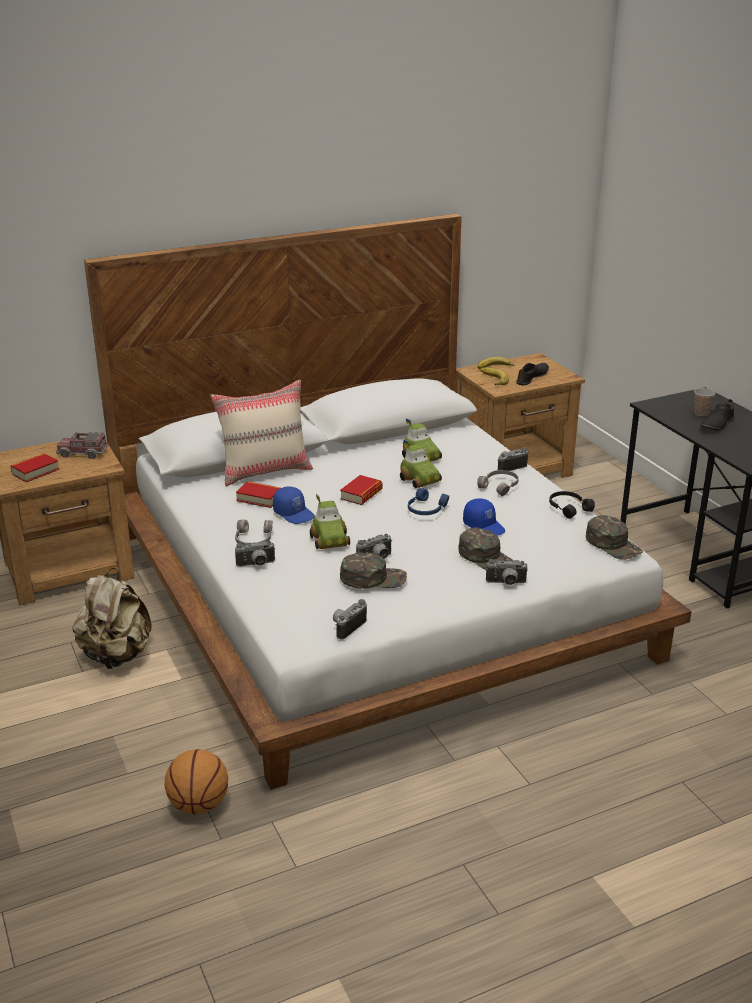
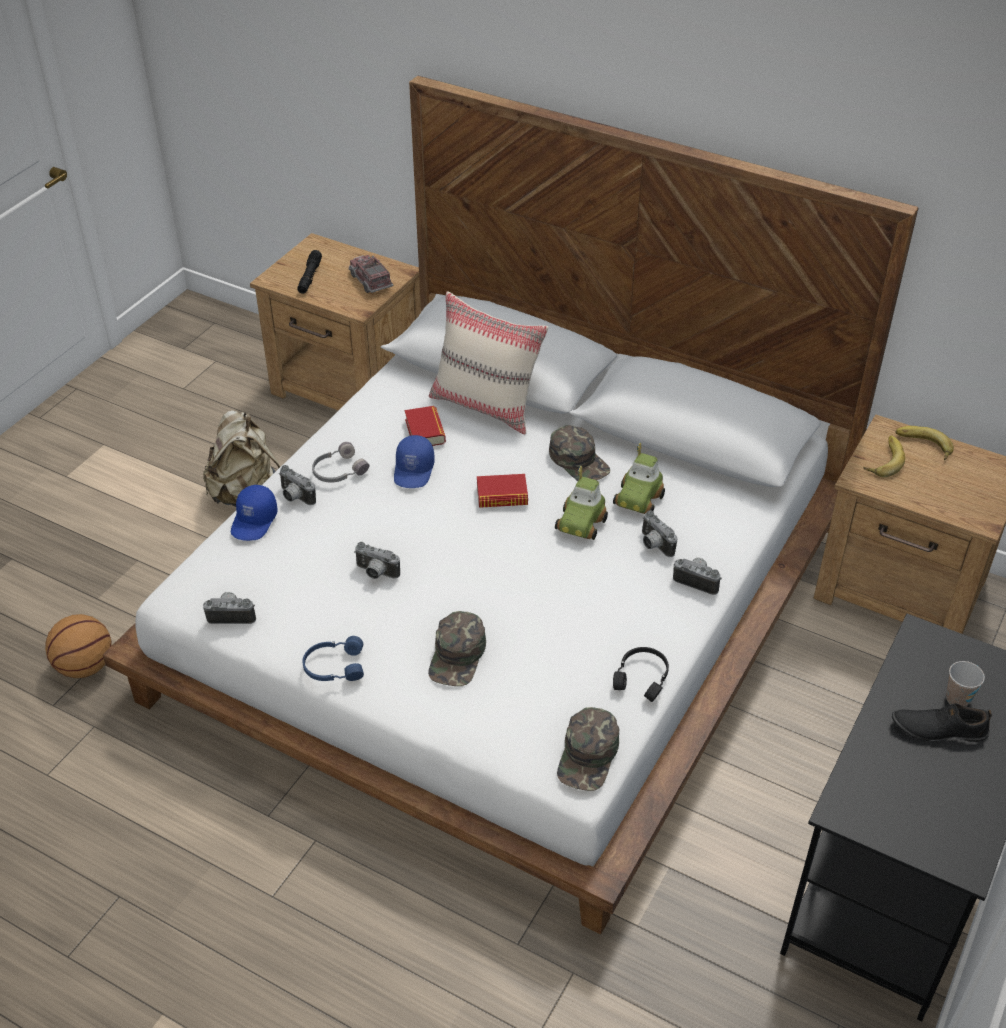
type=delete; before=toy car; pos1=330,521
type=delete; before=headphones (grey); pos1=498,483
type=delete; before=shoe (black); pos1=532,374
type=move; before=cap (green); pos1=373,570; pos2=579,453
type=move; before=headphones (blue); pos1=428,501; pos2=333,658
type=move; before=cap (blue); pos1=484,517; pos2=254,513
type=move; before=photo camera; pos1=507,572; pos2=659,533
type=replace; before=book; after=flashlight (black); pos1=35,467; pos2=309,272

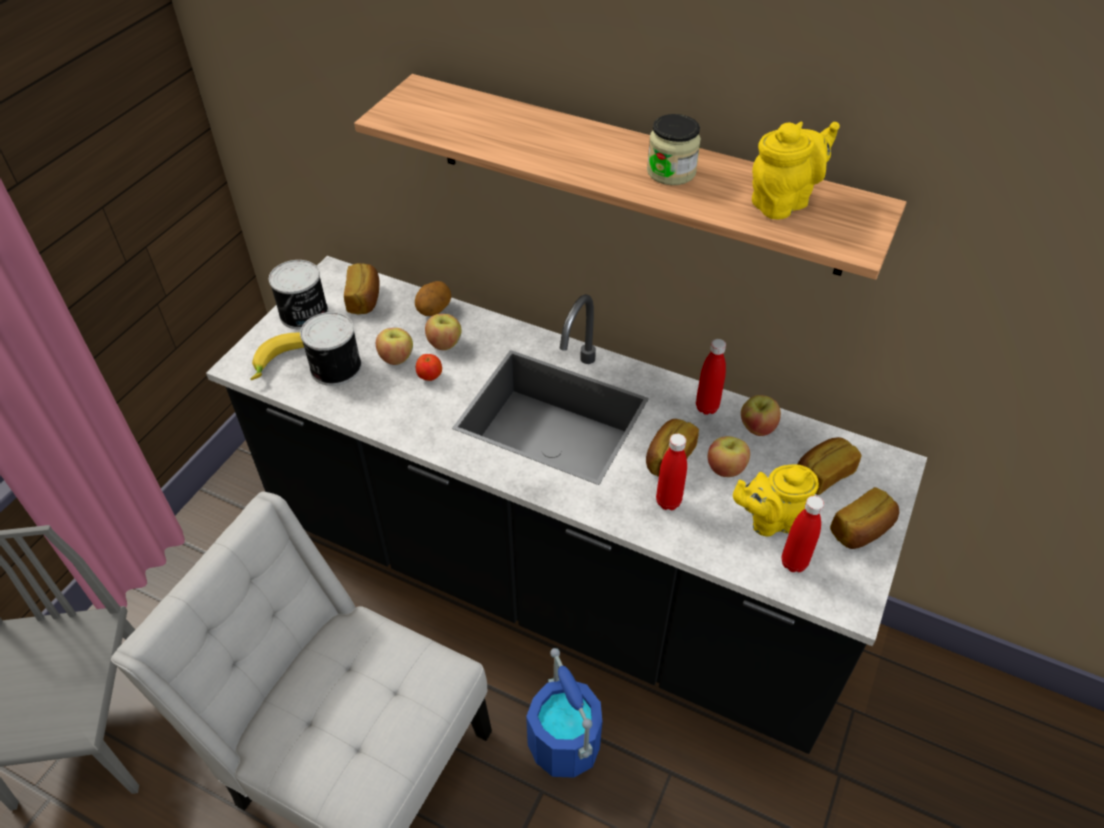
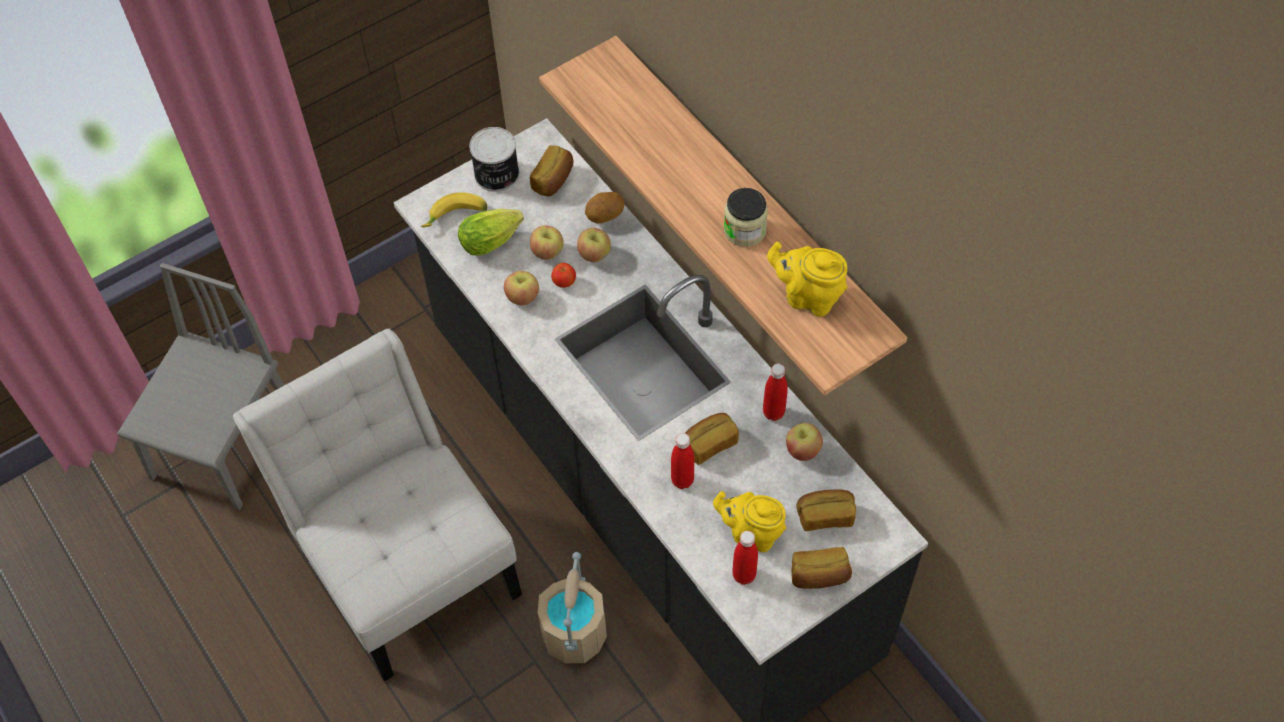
type=move; before=apple; pos1=729,456; pos2=521,288
type=replace; before=can; after=lettuce; pos1=331,349; pos2=491,232
type=recolor; before=bucket (blue); after=bucket (beige); pos1=564,712; pos2=572,608
type=rotate; before=teapot (yellow); pos1=796,170; pos2=807,279; turn=-150

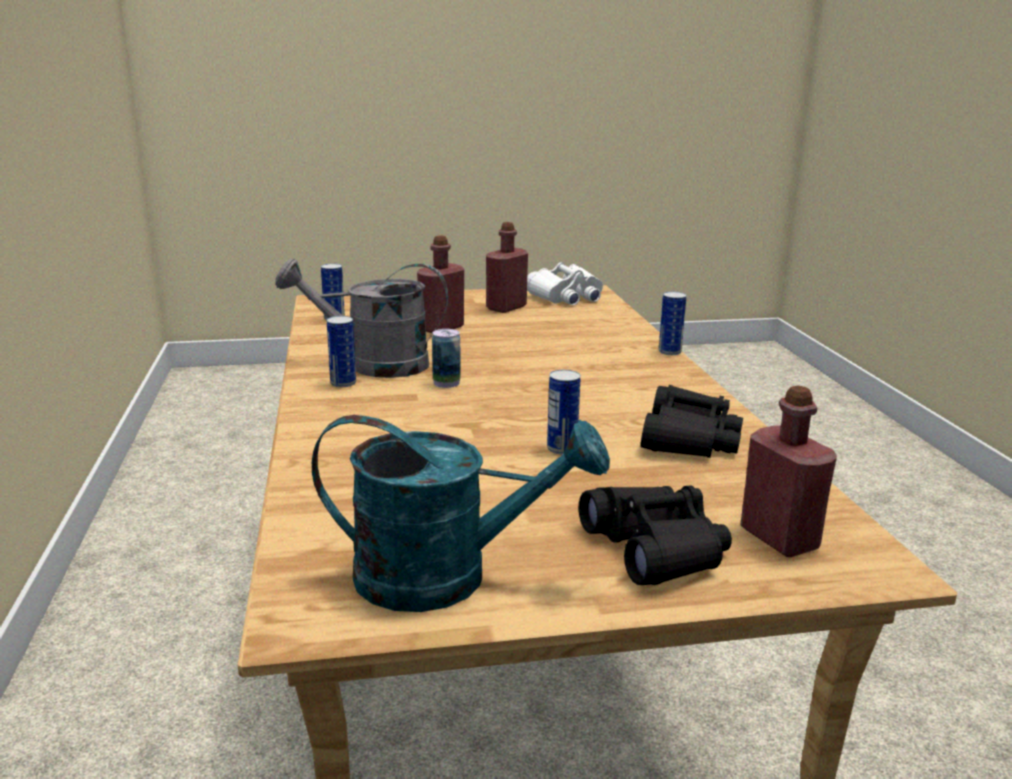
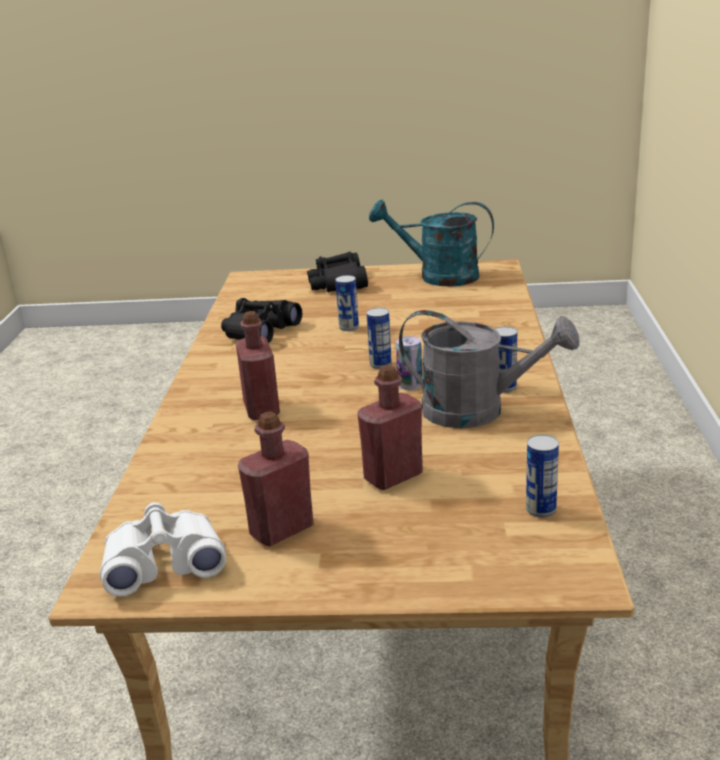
type=move; before=can; pos1=673,323; pos2=379,338
type=move; before=bottle (red); pos1=788,471; pos2=258,365

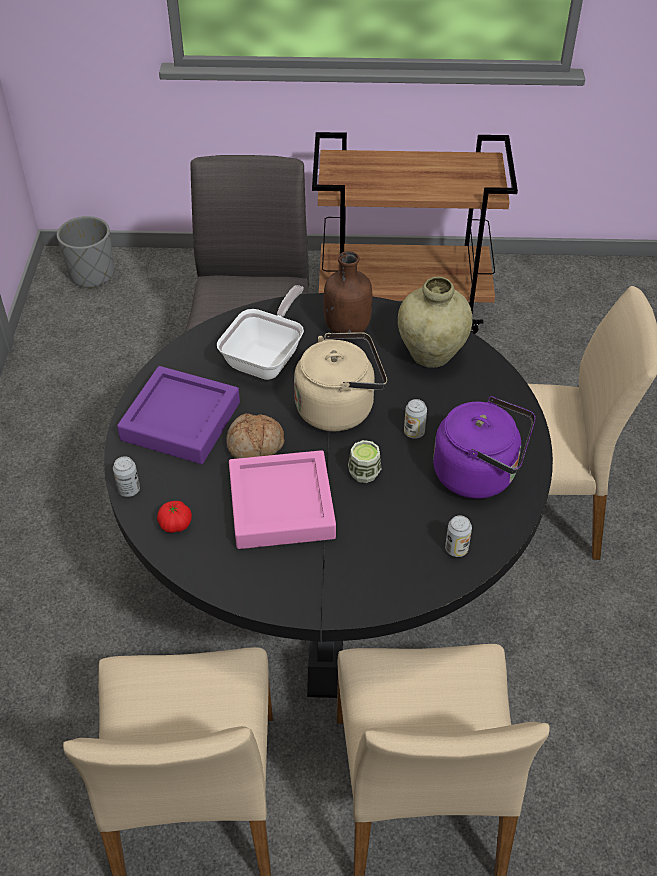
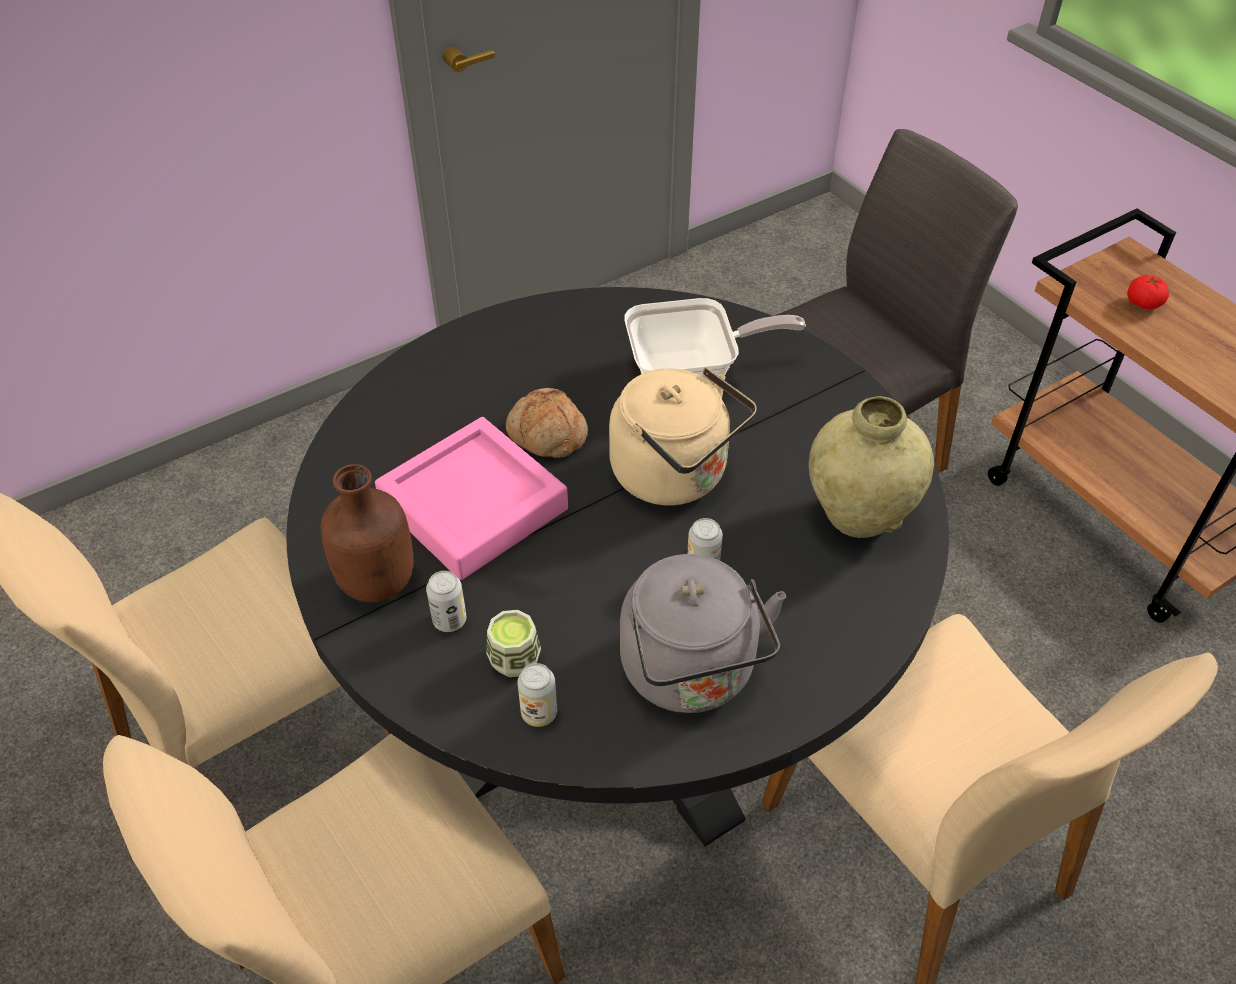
type=delete; before=planter (grey); pos1=85,252
type=delete; before=tray (purple); pos1=178,415
type=move; before=can; pos1=126,476; pos2=446,601
type=move; before=tomato; pos1=174,517; pos2=1148,292
type=move; before=bottle (brown); pos1=348,292; pos2=367,533
type=move; before=cup; pos1=364,461; pos2=513,643
type=recolor; before=kettle (purple); after=kettle (grey); pos1=484,447; pos2=703,633

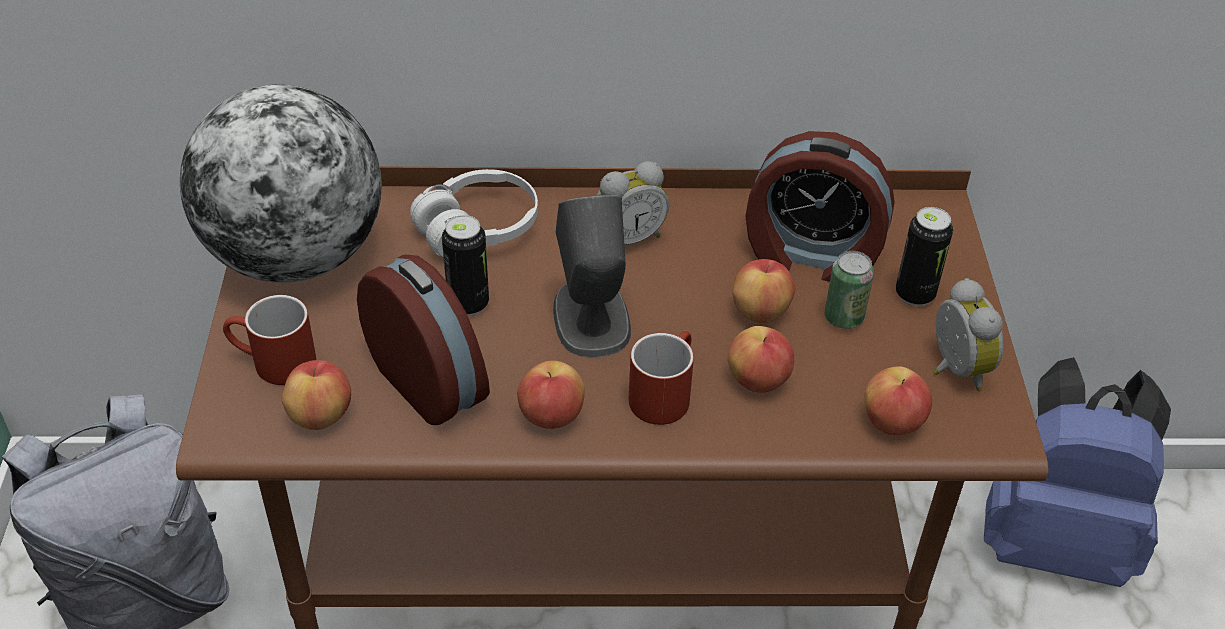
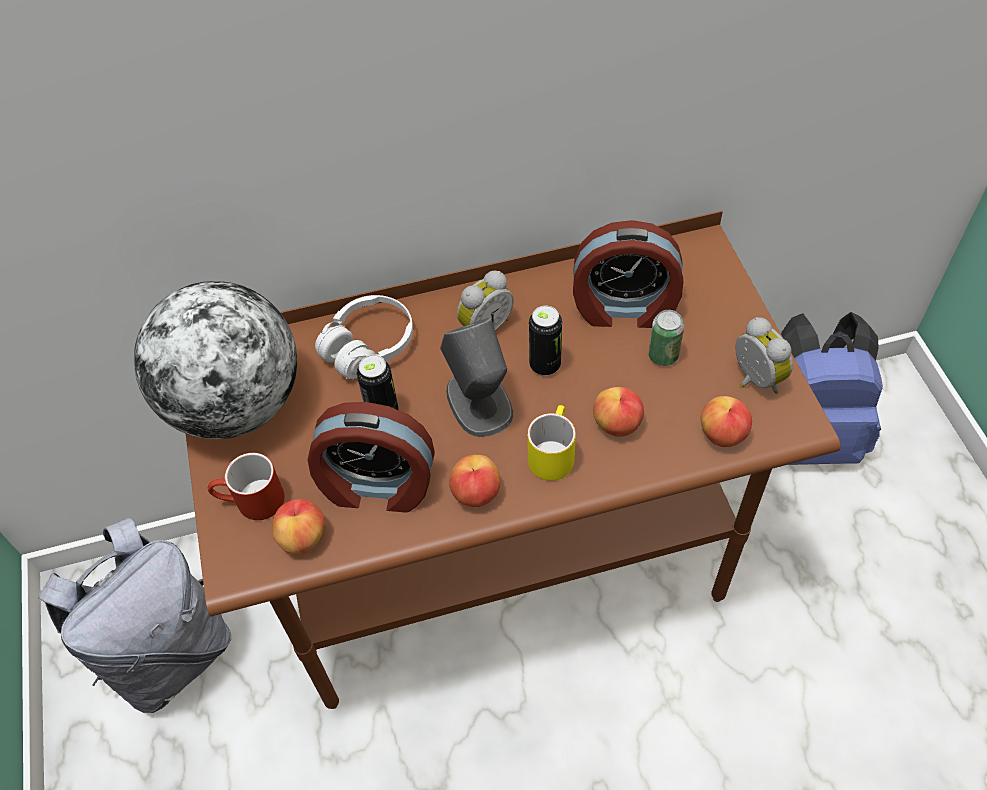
type=delete; before=apple; pos1=764,291
type=move; before=can; pos1=924,256; pos2=545,340
type=recolor; before=mug (red); after=mug (yellow); pos1=661,378; pos2=551,443
type=rotate; before=alarm clock; pos1=423,340; pos2=371,457; turn=150

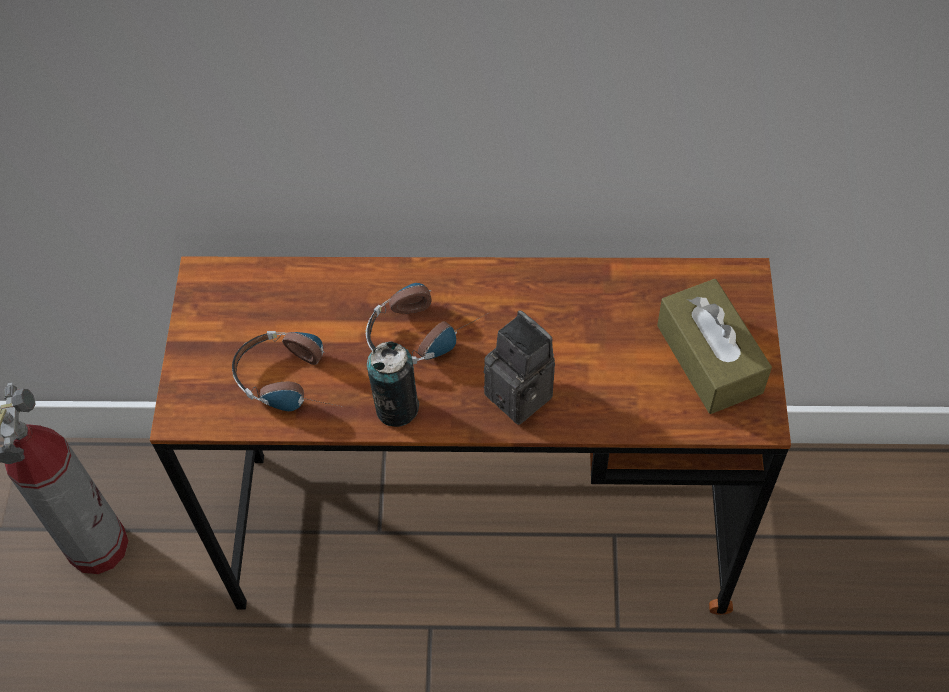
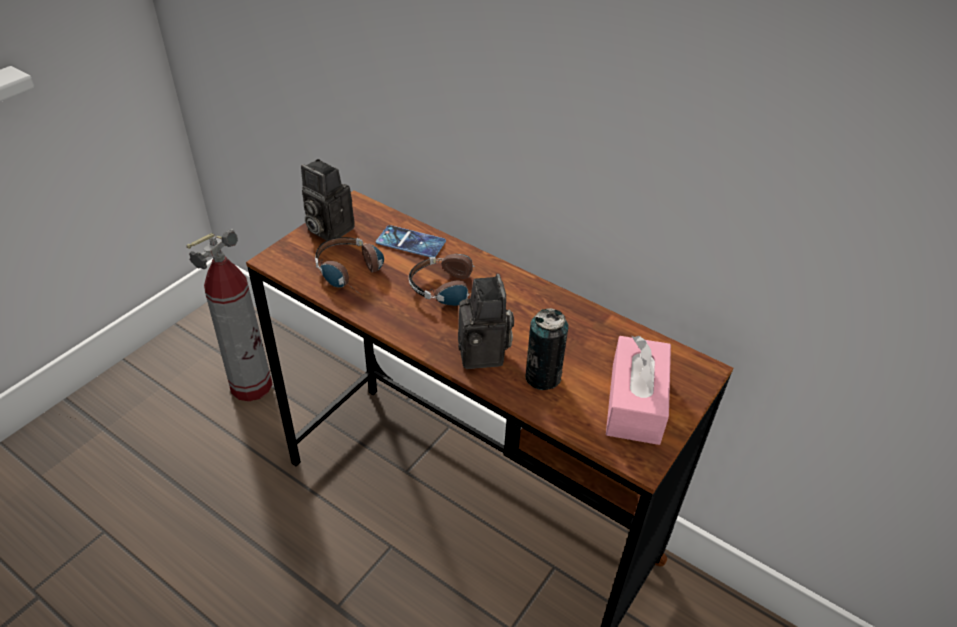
type=insert; after=photo camera; pos2=328,200
type=insert; after=phone; pos2=411,241
type=move; before=can; pos1=393,384; pos2=547,349
type=recolor; before=tissue box (brown); after=tissue box (pink); pos1=714,346; pos2=638,390

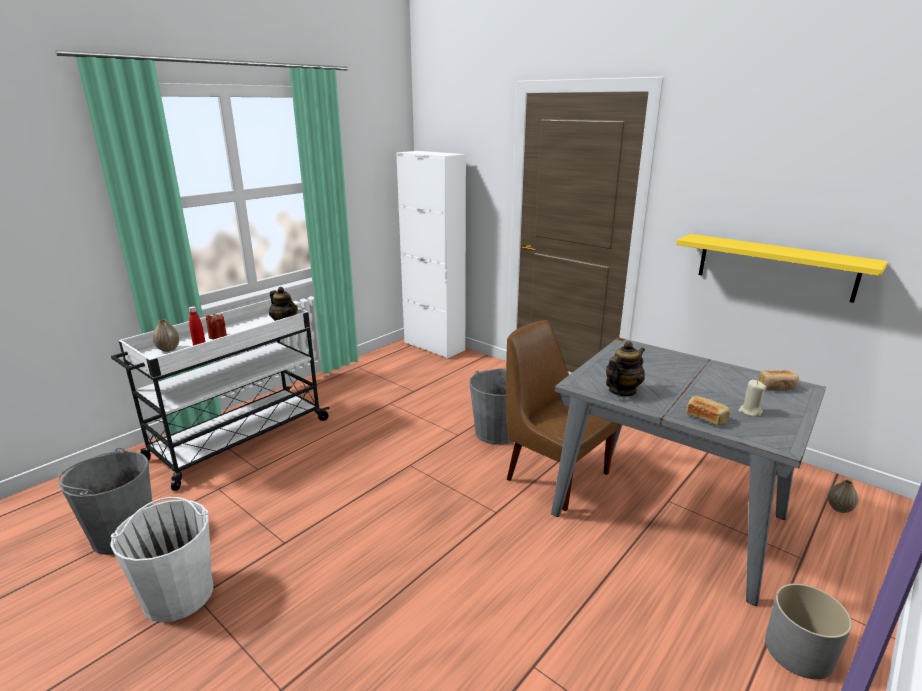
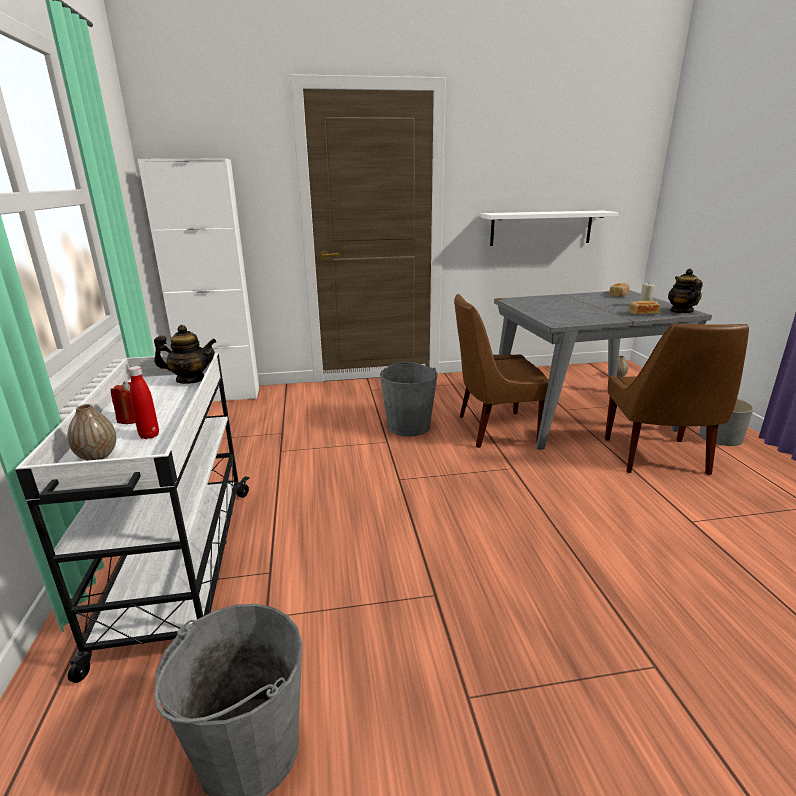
type=delete; before=bucket (white); pos1=161,560
type=insert; after=chair (brown); pos2=677,399
type=move; before=teapot; pos1=625,368; pos2=685,291
type=recolor; before=shelf (yellow); after=shelf (white); pos1=782,268; pos2=549,228

